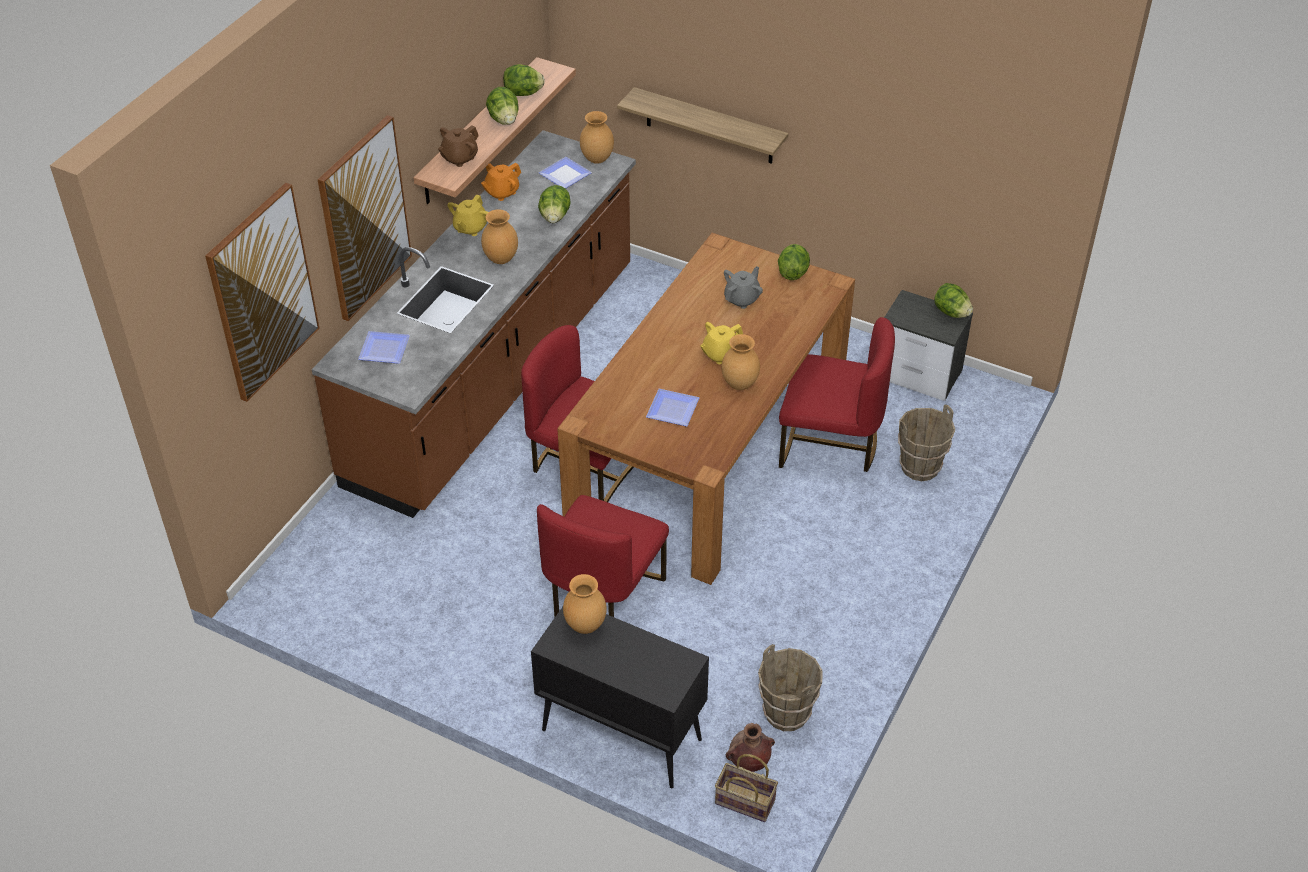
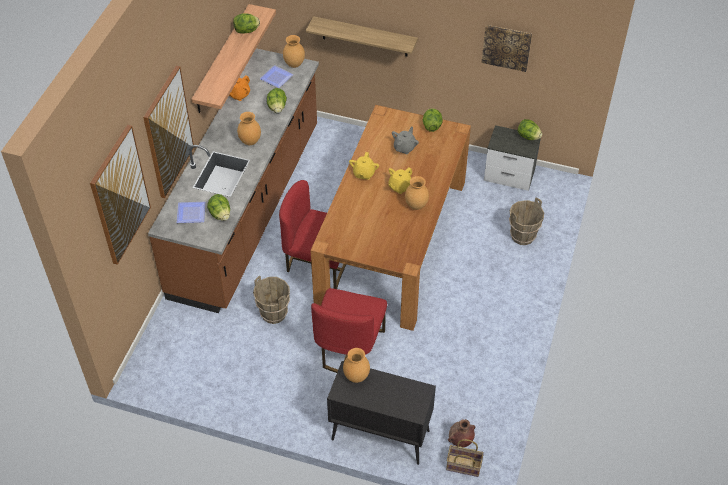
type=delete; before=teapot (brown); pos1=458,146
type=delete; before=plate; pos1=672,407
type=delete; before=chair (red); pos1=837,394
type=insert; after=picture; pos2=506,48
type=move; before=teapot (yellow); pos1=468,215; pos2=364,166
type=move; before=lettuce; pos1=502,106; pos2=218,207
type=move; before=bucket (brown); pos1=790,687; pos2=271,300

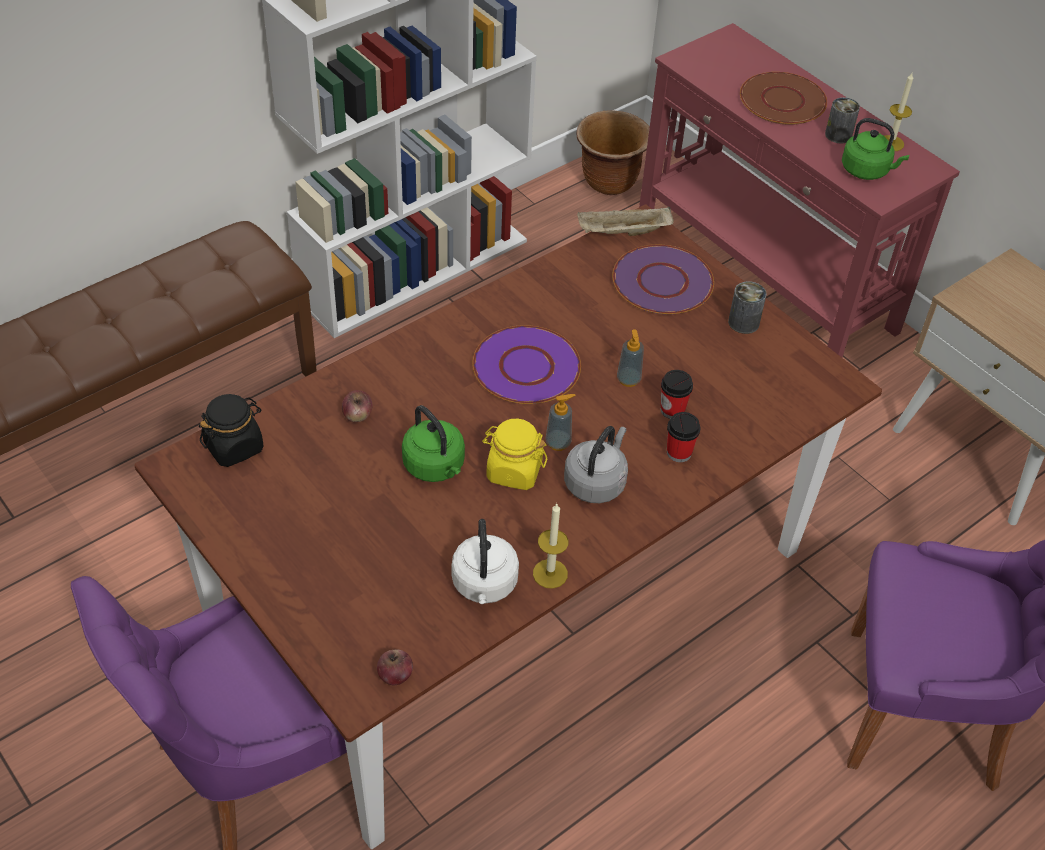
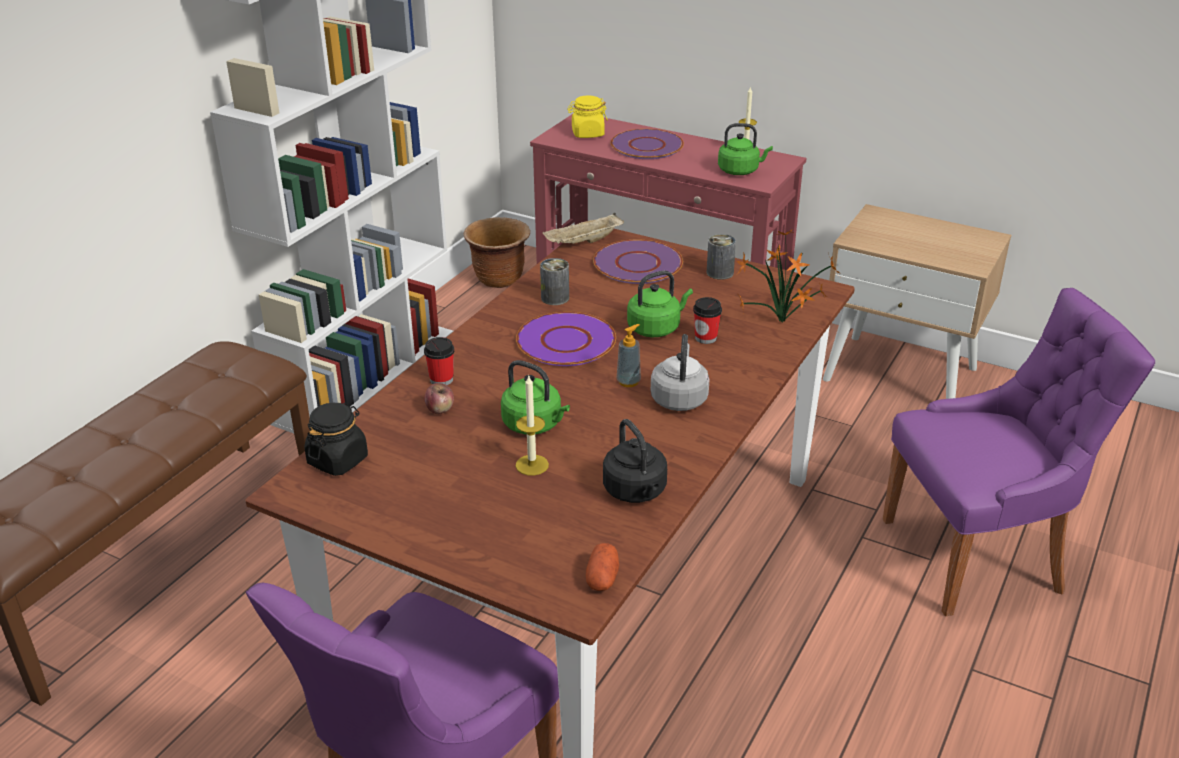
type=insert; after=potted plant; pos2=788,276
type=move; before=jar (yellow); pos1=514,454; pos2=587,117
type=move; before=candle; pos1=551,546; pos2=532,426
type=move; before=cup; pos1=683,437; pos2=439,361
type=move; before=can; pos1=842,120; pos2=554,281
type=replace; before=apple; after=potato; pos1=395,667; pos2=602,567
type=replace; before=soap dispenser; after=kettle (green); pos1=630,358; pos2=660,303
type=recolor; before=kettle (white); after=kettle (black); pos1=485,561; pos2=635,461
type=recolor; before=plate (brown); after=plate (purple); pos1=783,98; pos2=647,144

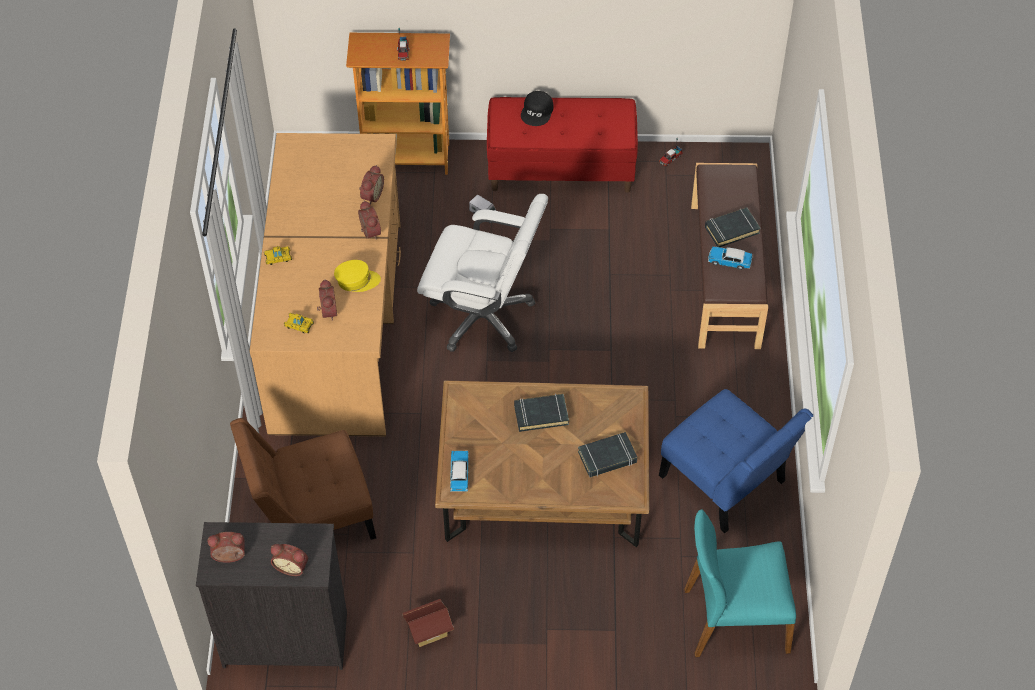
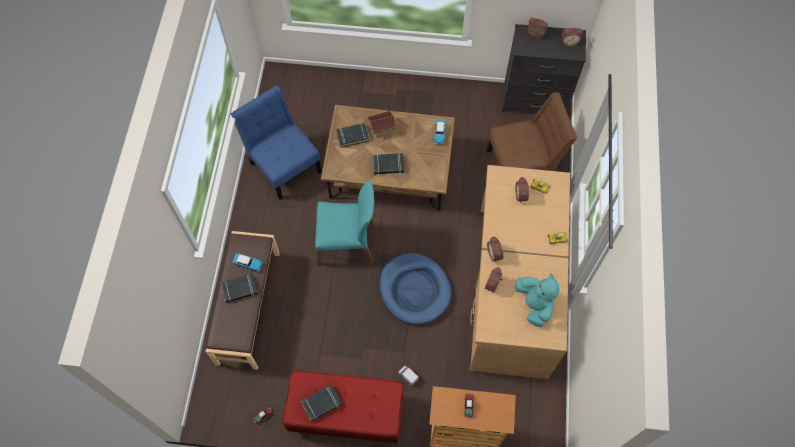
type=delete; before=cap (yellow); pos1=357,276
type=delete; before=cap (black); pos1=537,108
type=insert; after=book (black); pos2=321,403
type=insert; after=plush toy (turquoise); pos2=537,300
type=move; before=toy house; pos1=428,623; pos2=382,124
type=move; before=chair (turquoise); pos1=740,583; pos2=344,223
type=replace; before=office chair (white); after=dog bed (blue); pos1=482,273; pos2=415,288

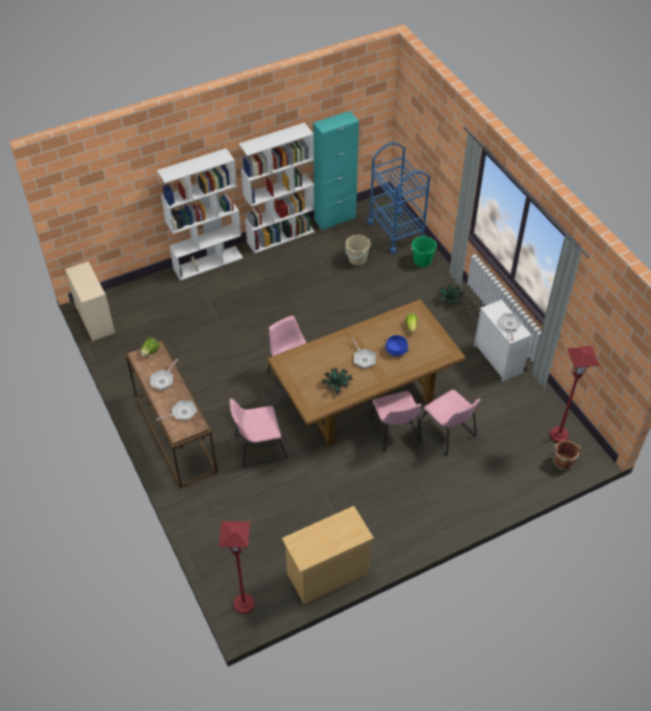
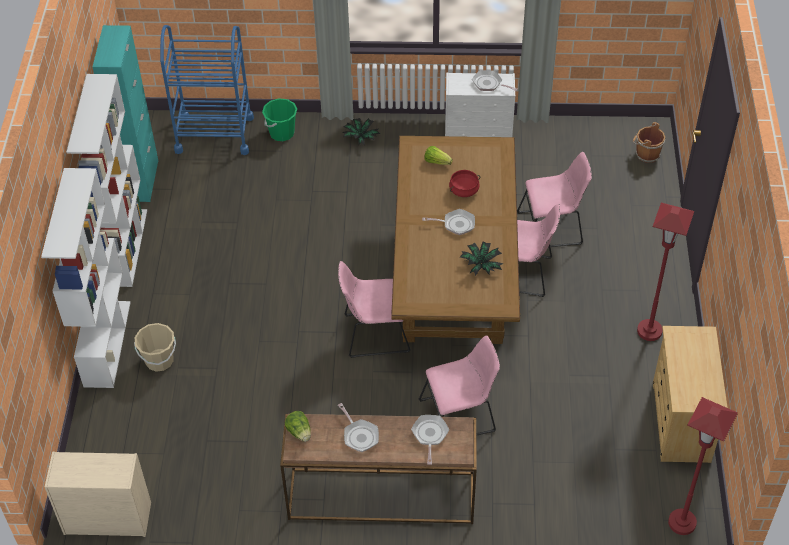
type=move; before=bucket (beige); pos1=358,250; pos2=155,347
type=move; before=floor lamp (red); pos1=574,394; pos2=665,272
type=recolor; before=cooking pot (blue); after=cooking pot (red); pos1=396,345; pos2=464,183
type=rotate; before=chair (pink); pos1=258,433; pos2=459,385; turn=-120

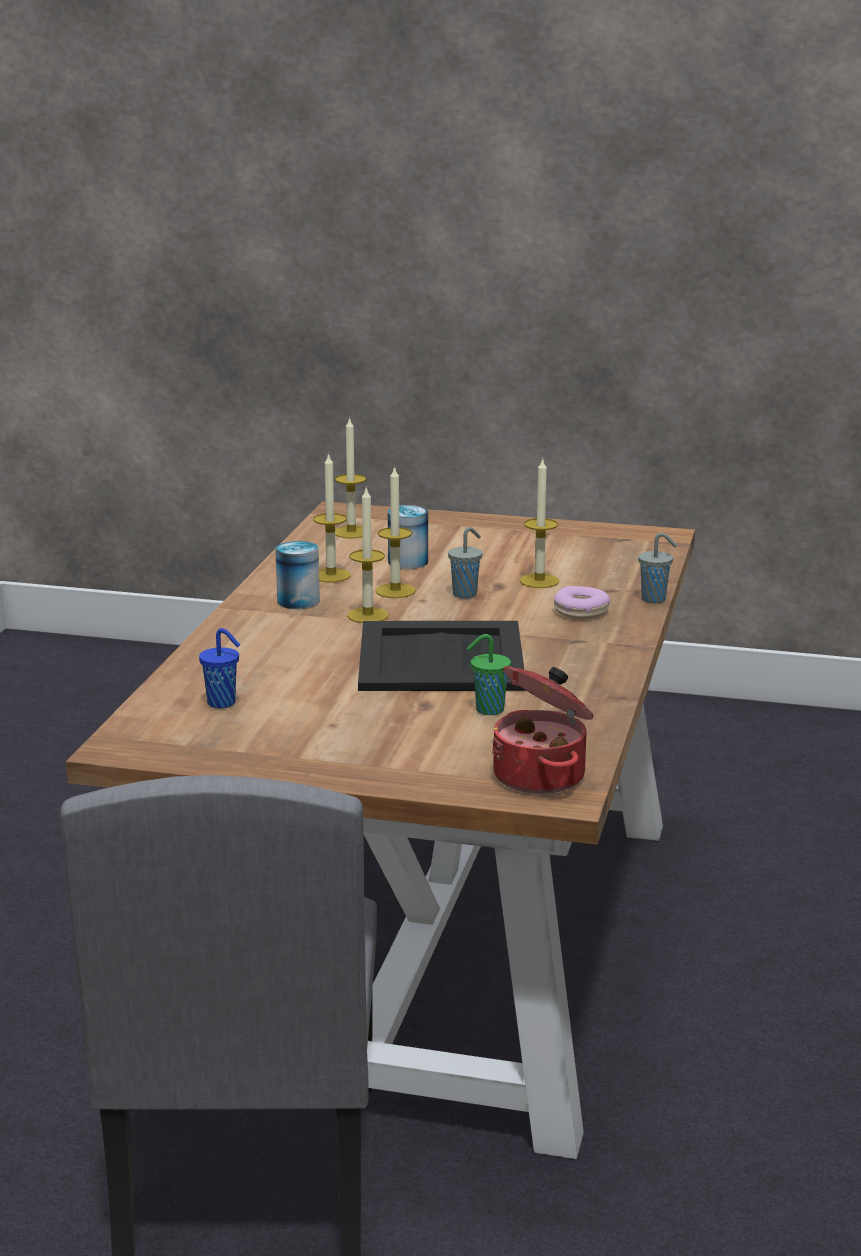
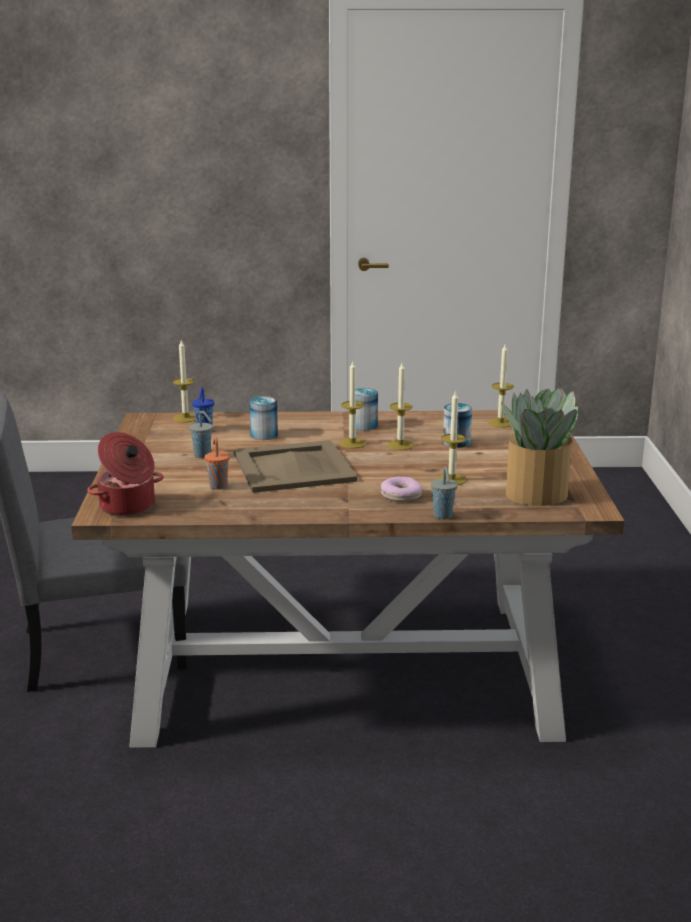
type=insert; after=can; pos2=263,418
type=insert; after=potted plant; pos2=539,447
type=move; before=candle; pos1=332,517; pos2=184,381
type=move; before=cup (grey); pos1=465,562; pos2=201,434
type=recolor; before=tray (black); after=tray (beige); pos1=442,656; pos2=295,466
type=recolor; before=cup (green); after=cup (orange); pos1=489,674; pos2=217,463

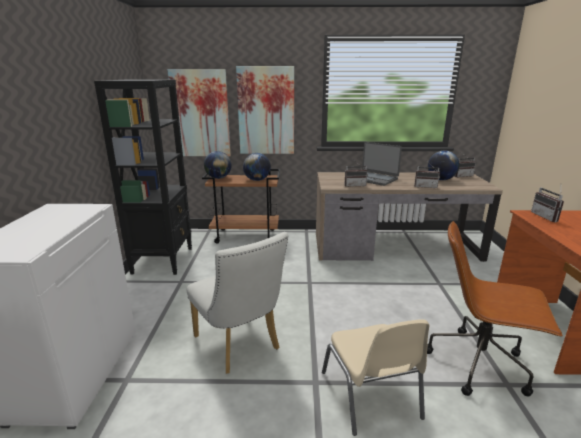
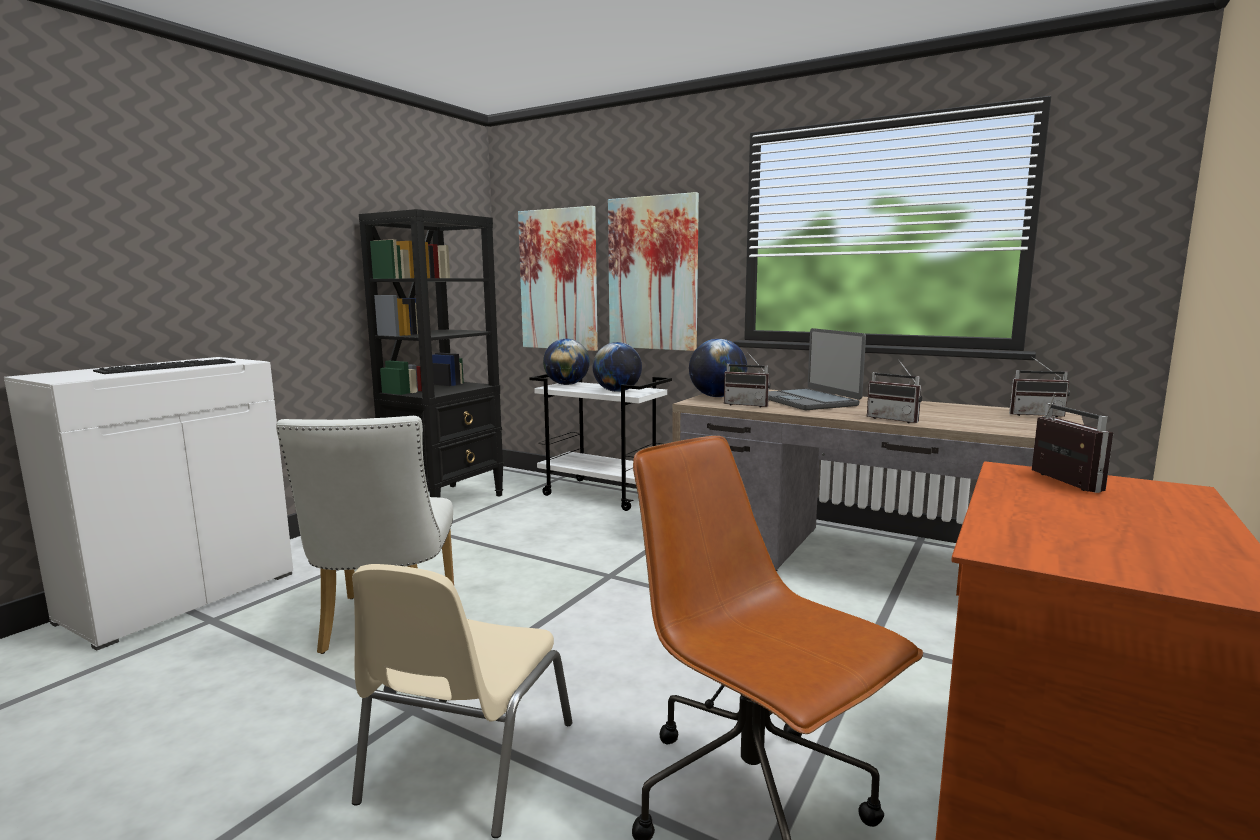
type=insert; after=keyboard; pos2=164,366
type=move; before=globe; pos1=444,165; pos2=718,368
type=recolor; before=cart (brown); after=cart (white); pos1=241,206; pos2=600,442
type=rotate; before=radio; pos1=547,204; pos2=1073,442; turn=150

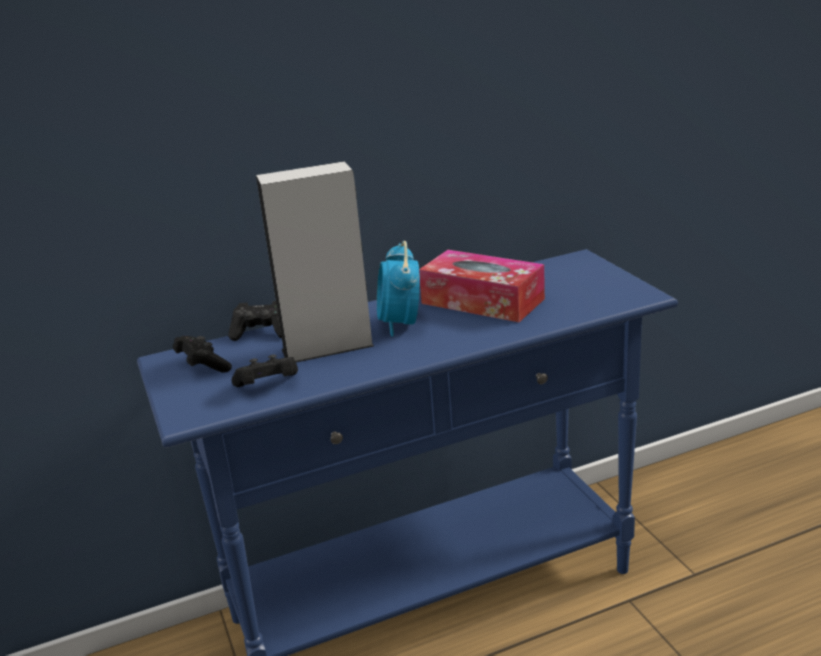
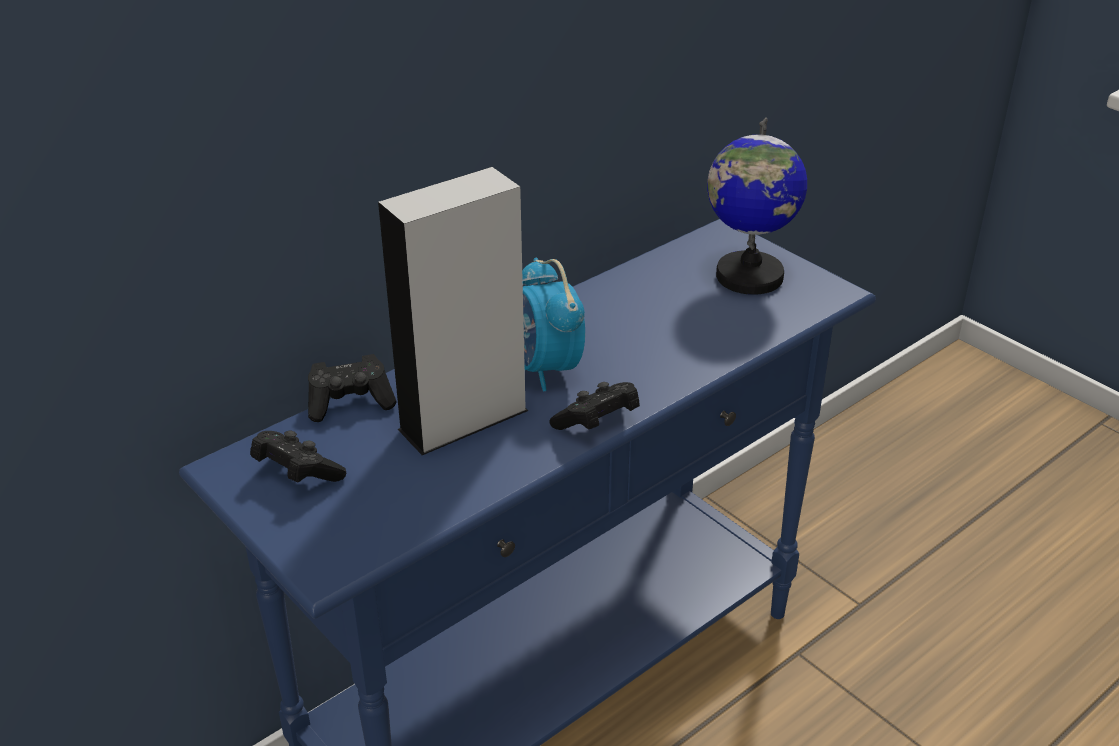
type=delete; before=tissue box; pos1=482,286
type=insert; after=globe; pos2=757,206
type=move; before=game controller (black); pos1=265,370; pos2=594,406

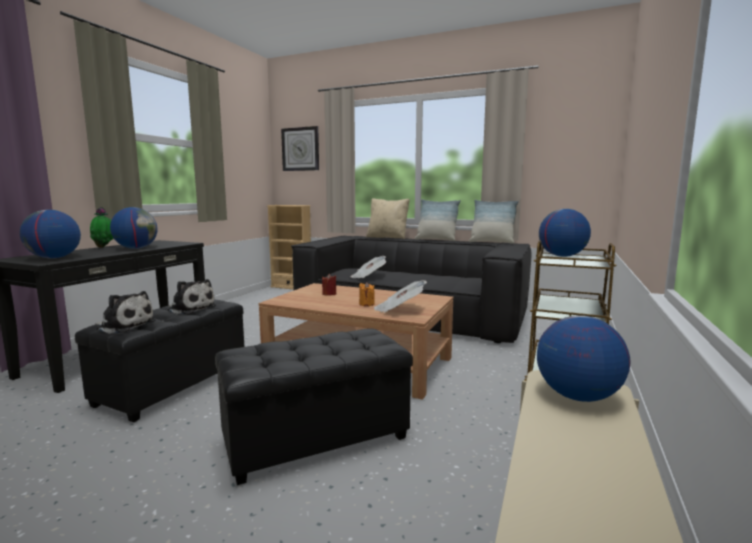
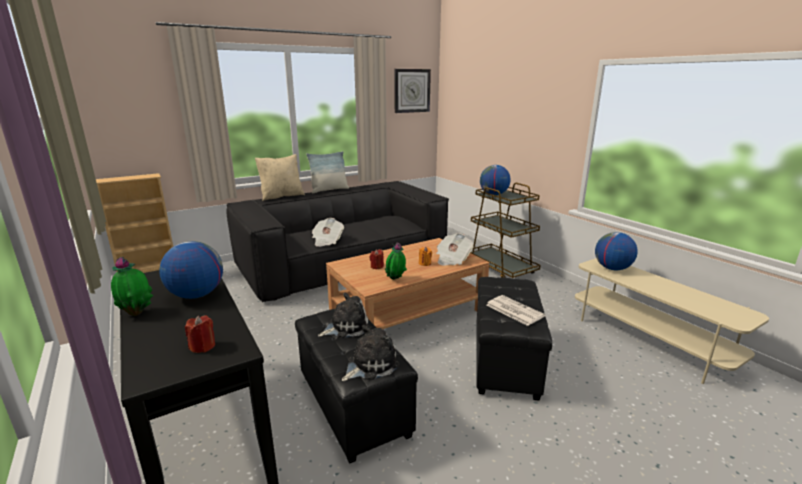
type=delete; before=pillow; pos1=494,222
type=insert; after=potted plant; pos2=396,261
type=insert; after=newspaper; pos2=516,310
type=move; before=wall clock; pos1=300,148; pos2=412,91
type=replace; before=globe; after=candle (red); pos1=50,234; pos2=200,334

